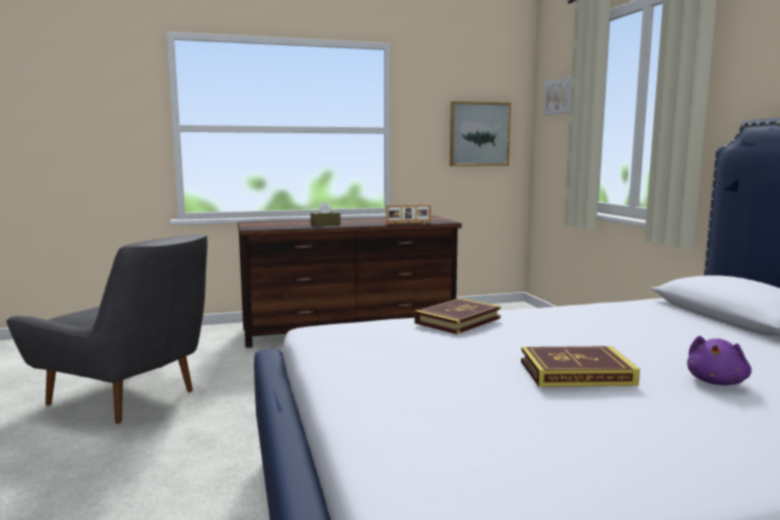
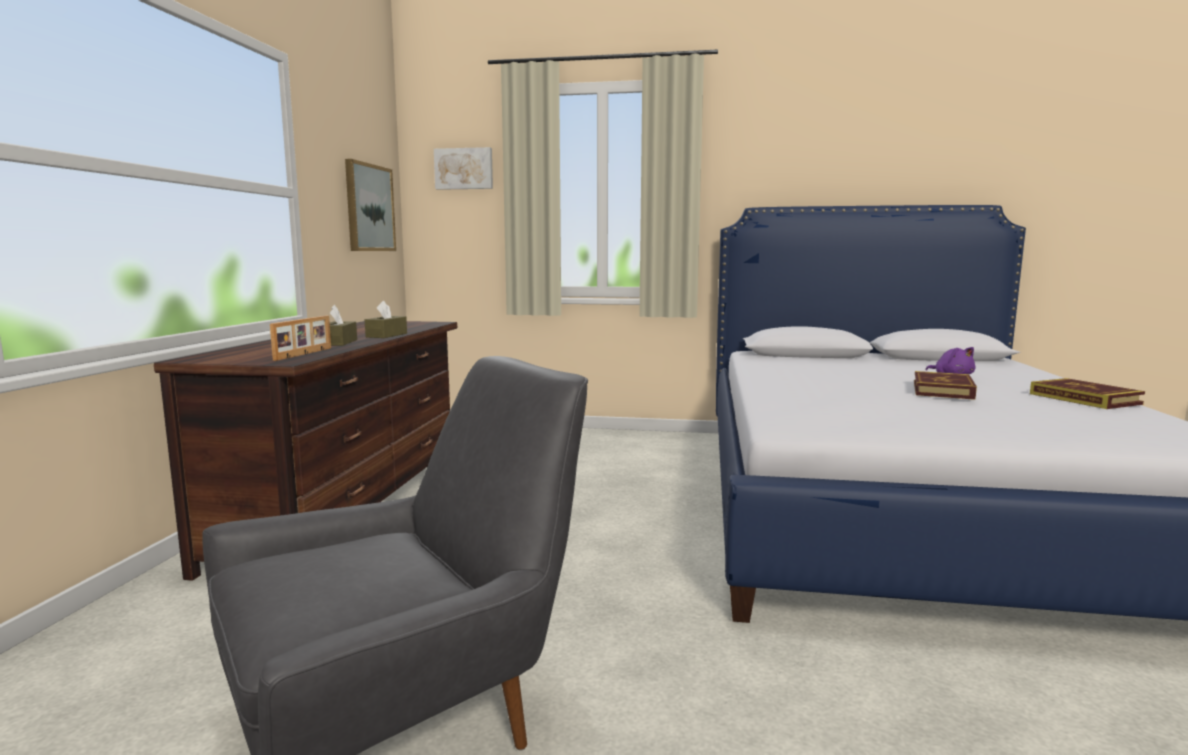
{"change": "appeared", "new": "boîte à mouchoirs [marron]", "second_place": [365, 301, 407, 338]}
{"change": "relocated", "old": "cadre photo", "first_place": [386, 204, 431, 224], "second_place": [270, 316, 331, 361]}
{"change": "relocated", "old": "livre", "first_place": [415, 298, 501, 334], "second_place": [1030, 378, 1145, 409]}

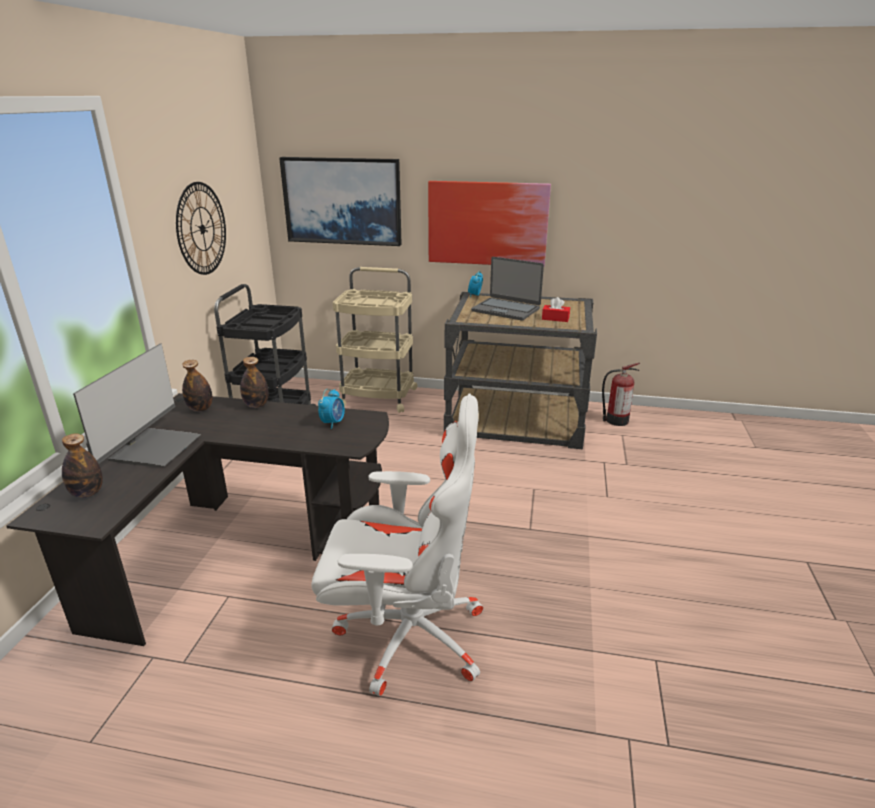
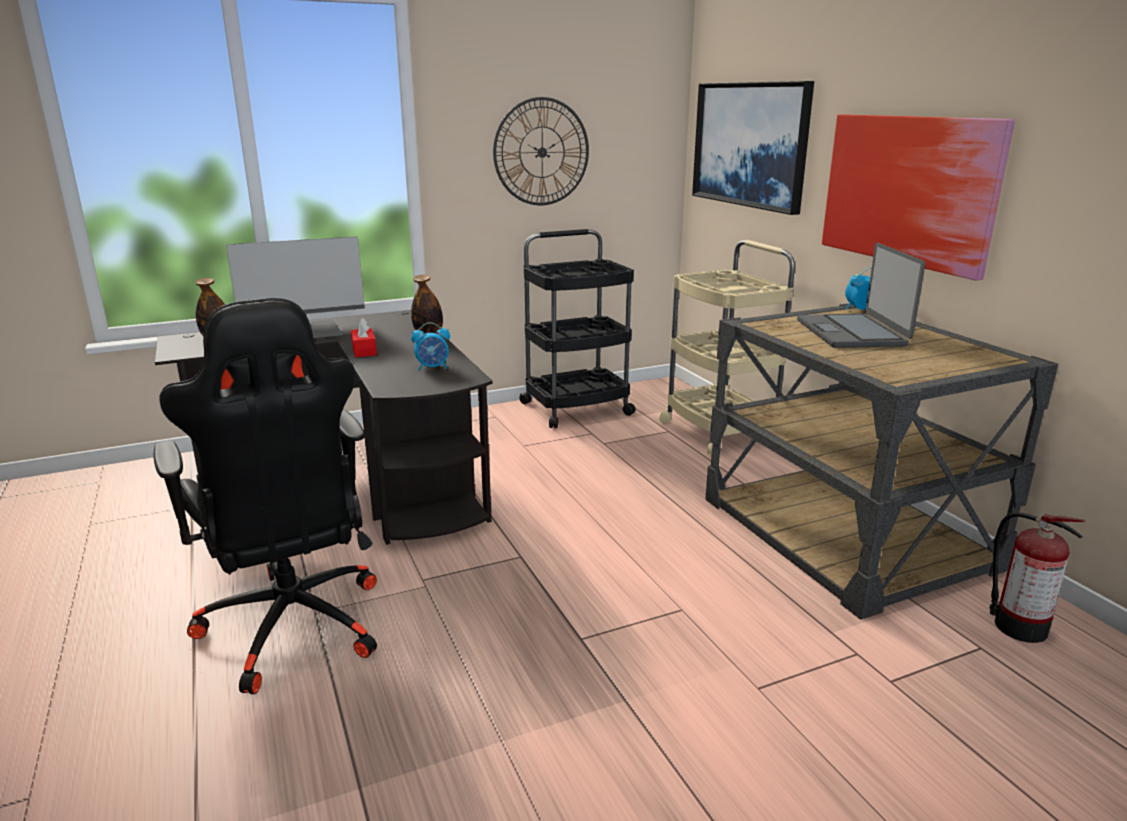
{"change": "missing", "old": "bouteille", "first_place": [182, 360, 212, 412]}
{"change": "relocated", "old": "boîte à mouchoirs [rouge]", "first_place": [542, 297, 570, 322], "second_place": [351, 318, 377, 357]}
{"change": "colour", "old": "chaise de bureau [blanc]", "new": "chaise de bureau [noir]", "first_place": [312, 393, 483, 696], "second_place": [154, 298, 377, 694]}

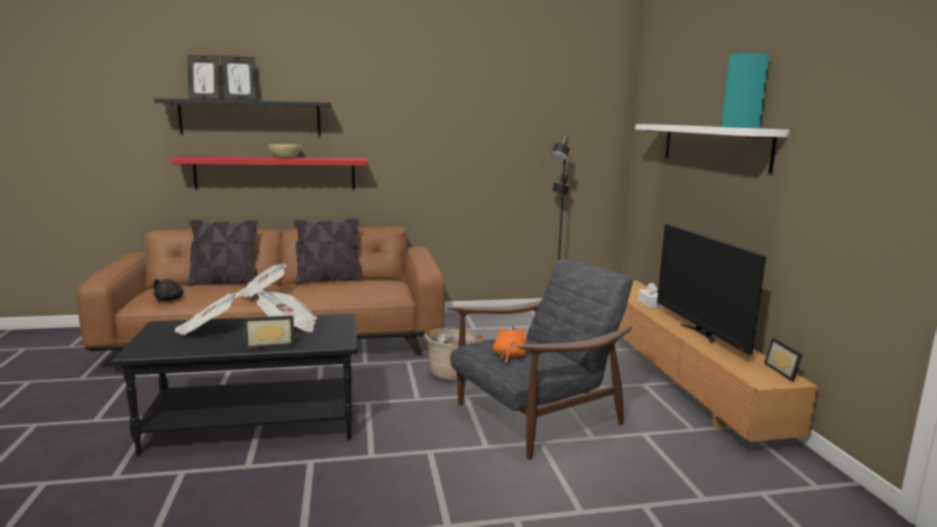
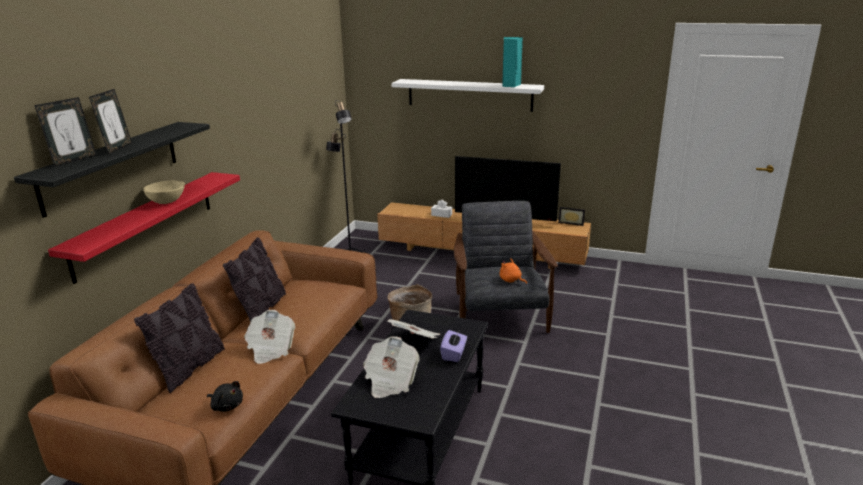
{"change": "exchanged", "old": "cadre photo", "new": "boîte à mouchoirs [violet]", "first_place": [243, 315, 295, 349], "second_place": [440, 330, 467, 362]}

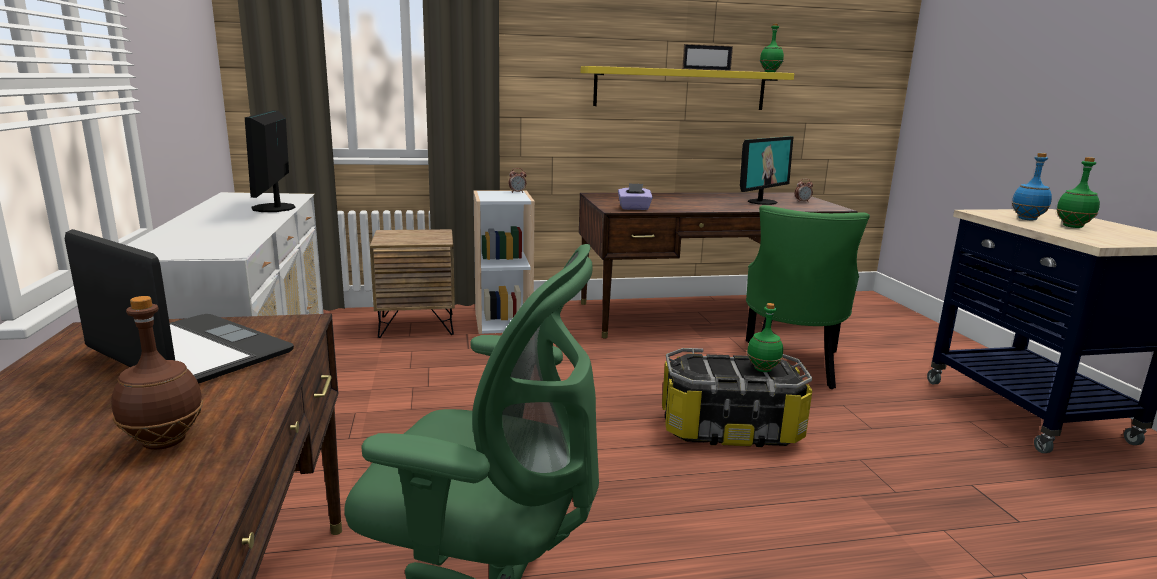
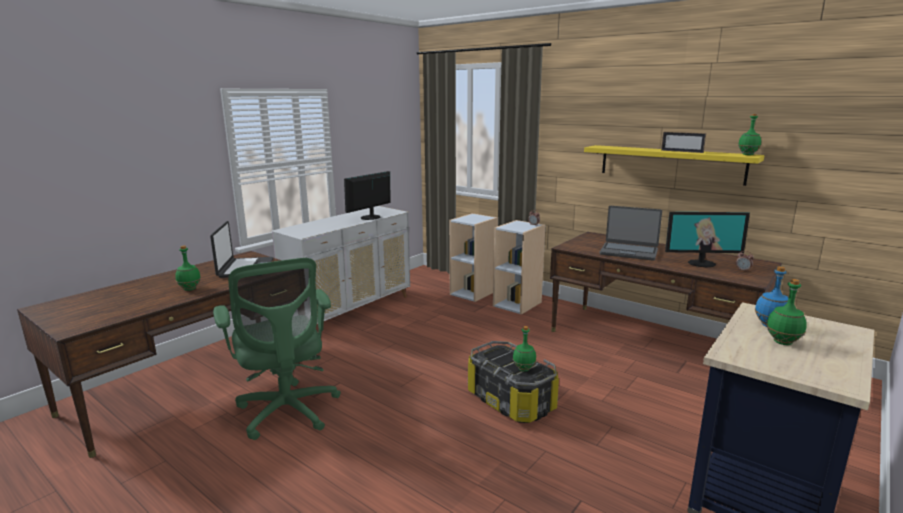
{"change": "missing", "old": "boîte à mouchoirs [violet]", "first_place": [618, 183, 653, 210]}
{"change": "missing", "old": "chaise [vert]", "first_place": [746, 205, 870, 389]}
{"change": "appeared", "new": "ordinateur portable", "second_place": [600, 206, 662, 261]}
{"change": "exchanged", "old": "table de chevet [marron]", "new": "bibliothèque", "first_place": [370, 229, 455, 338], "second_place": [449, 213, 498, 302]}
{"change": "colour", "old": "bouteille [marron]", "new": "bouteille [vert]", "first_place": [111, 296, 203, 450], "second_place": [175, 245, 201, 291]}

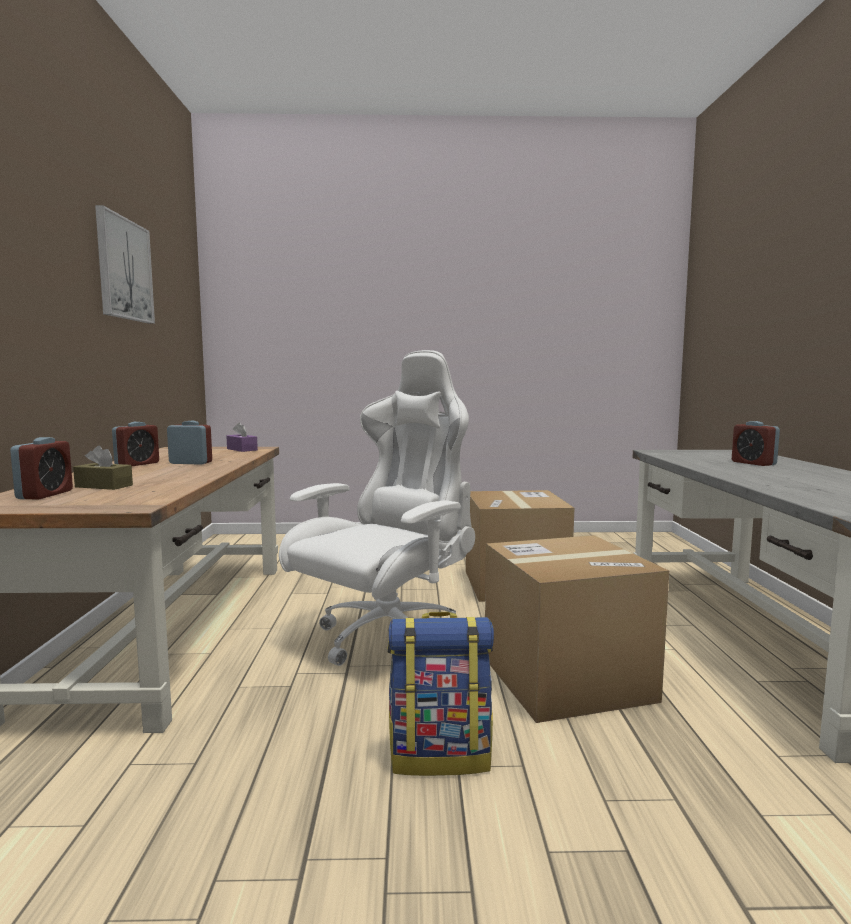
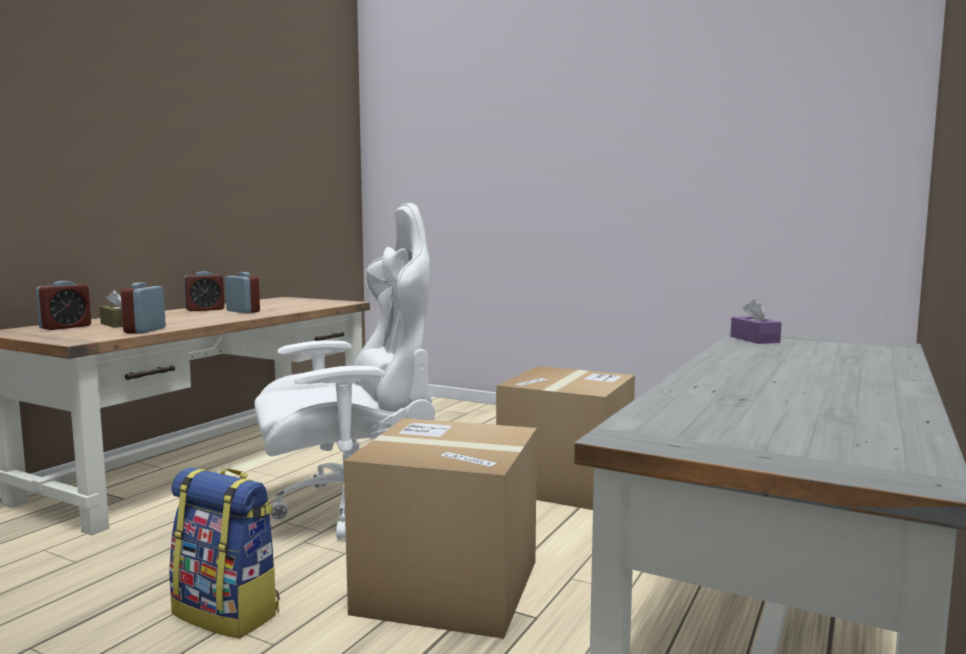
{"change": "missing", "old": "tableau", "first_place": [95, 205, 155, 324]}
{"change": "relocated", "old": "boîte à mouchoirs [violet]", "first_place": [227, 423, 258, 452], "second_place": [731, 300, 782, 344]}
{"change": "relocated", "old": "réveil", "first_place": [732, 421, 780, 466], "second_place": [121, 282, 166, 334]}

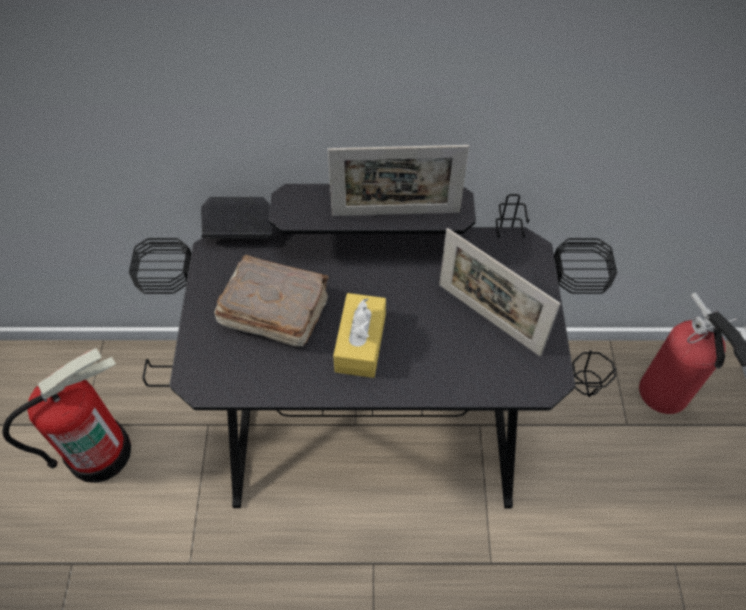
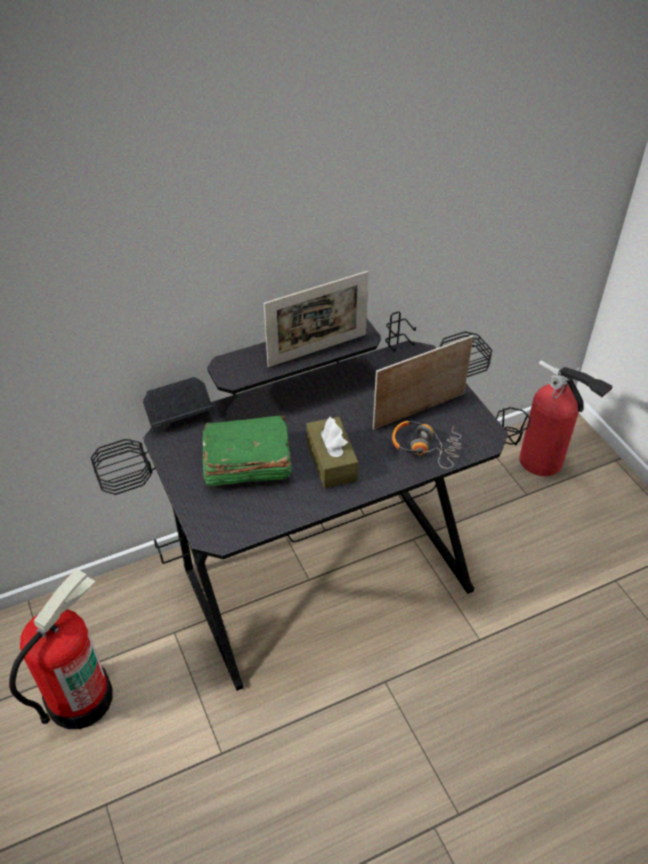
{"change": "appeared", "new": "casque audio", "second_place": [392, 421, 461, 469]}
{"change": "colour", "old": "livre [marron]", "new": "livre [vert]", "first_place": [214, 255, 329, 347], "second_place": [202, 416, 292, 486]}
{"change": "colour", "old": "boîte à mouchoirs [jaune]", "new": "boîte à mouchoirs [marron]", "first_place": [333, 293, 386, 378], "second_place": [306, 417, 359, 488]}
{"change": "spun", "old": "cadre photo", "first_place": [439, 228, 561, 356], "second_place": [373, 335, 473, 429], "degrees": 135}

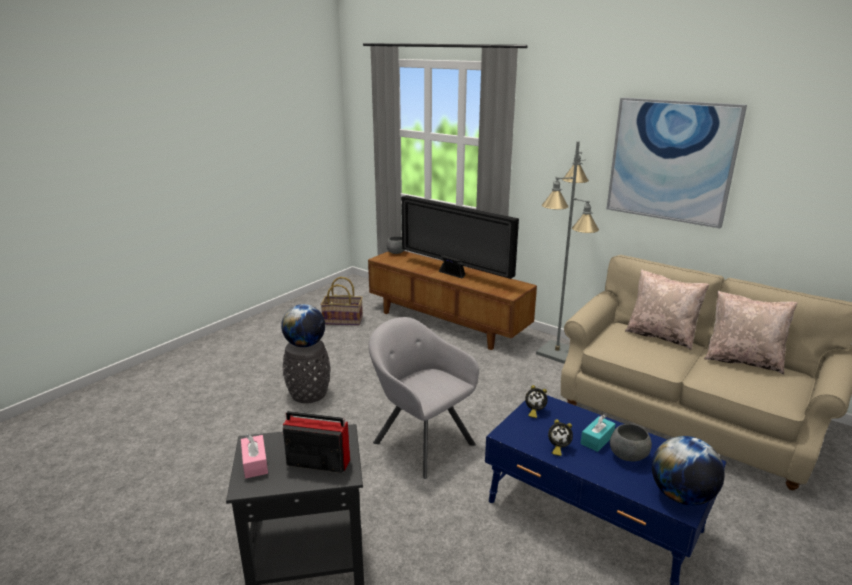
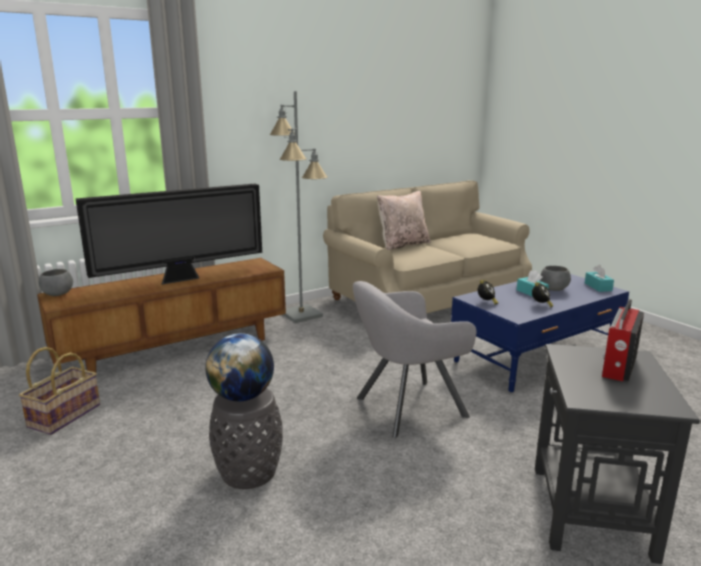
{"change": "missing", "old": "boîte à mouchoirs [rose]", "first_place": [241, 434, 268, 478]}
{"change": "missing", "old": "tableau", "first_place": [607, 97, 747, 229]}
{"change": "missing", "old": "coussin [beige]", "first_place": [704, 291, 797, 374]}
{"change": "exchanged", "old": "globe", "new": "boîte à mouchoirs [turquoise]", "first_place": [652, 436, 725, 505], "second_place": [585, 265, 614, 292]}

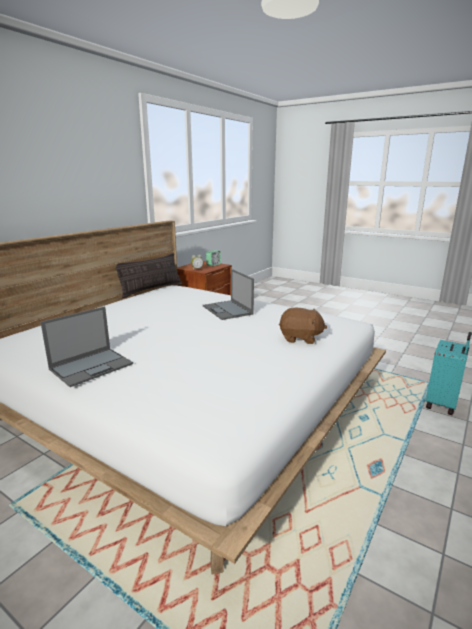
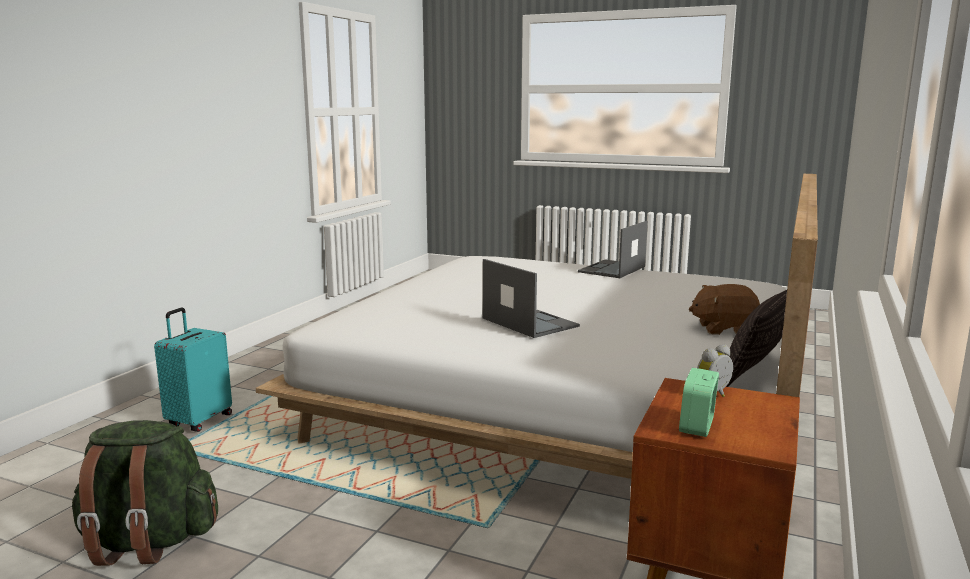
{"change": "appeared", "new": "sac à dos [vert]", "second_place": [72, 420, 218, 566]}
{"change": "relocated", "old": "peluche [marron]", "first_place": [279, 308, 327, 344], "second_place": [689, 284, 760, 335]}

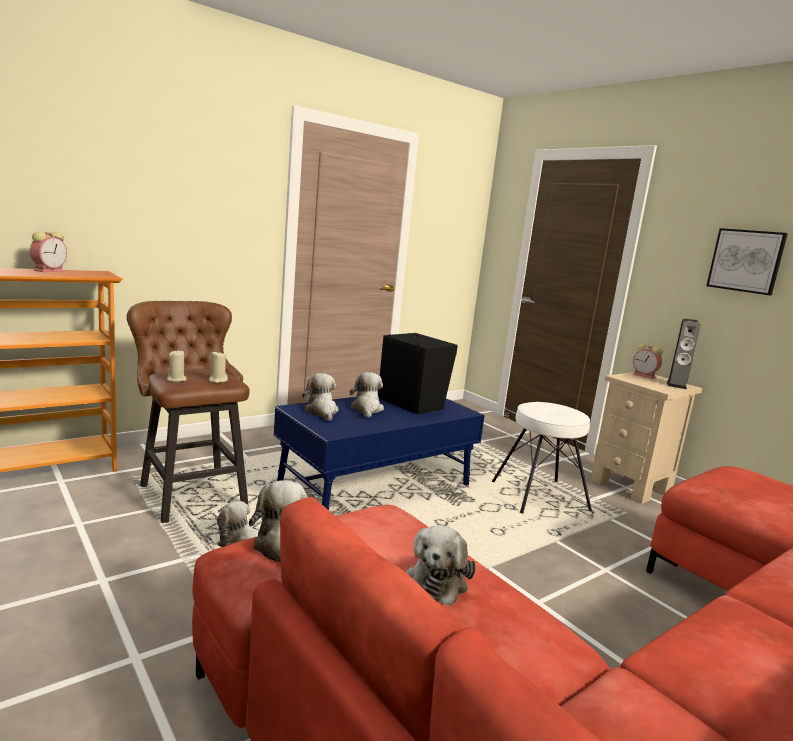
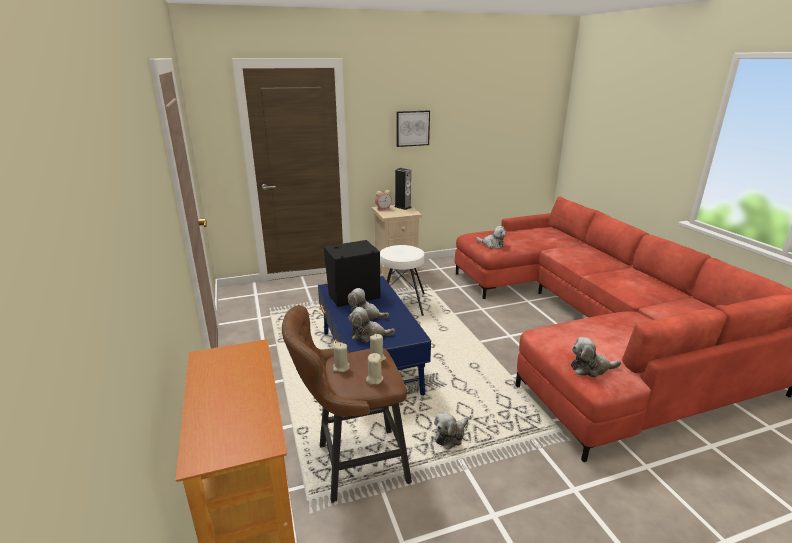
{"change": "missing", "old": "réveil", "first_place": [30, 231, 67, 272]}
{"change": "appeared", "new": "bougie [beige]", "second_place": [333, 342, 350, 372]}
{"change": "relocated", "old": "peluche", "first_place": [406, 525, 476, 605], "second_place": [476, 226, 507, 248]}

